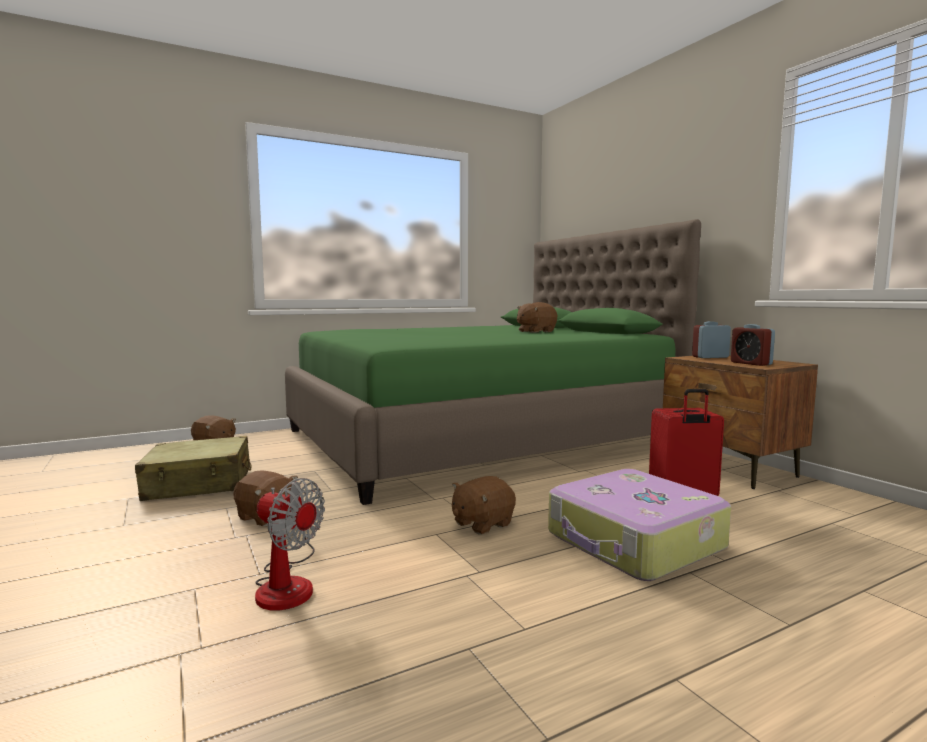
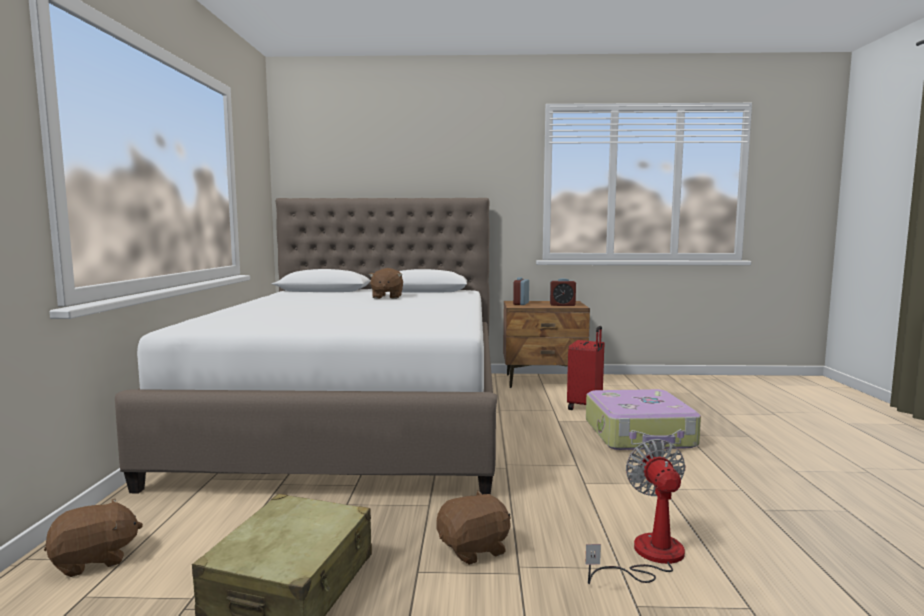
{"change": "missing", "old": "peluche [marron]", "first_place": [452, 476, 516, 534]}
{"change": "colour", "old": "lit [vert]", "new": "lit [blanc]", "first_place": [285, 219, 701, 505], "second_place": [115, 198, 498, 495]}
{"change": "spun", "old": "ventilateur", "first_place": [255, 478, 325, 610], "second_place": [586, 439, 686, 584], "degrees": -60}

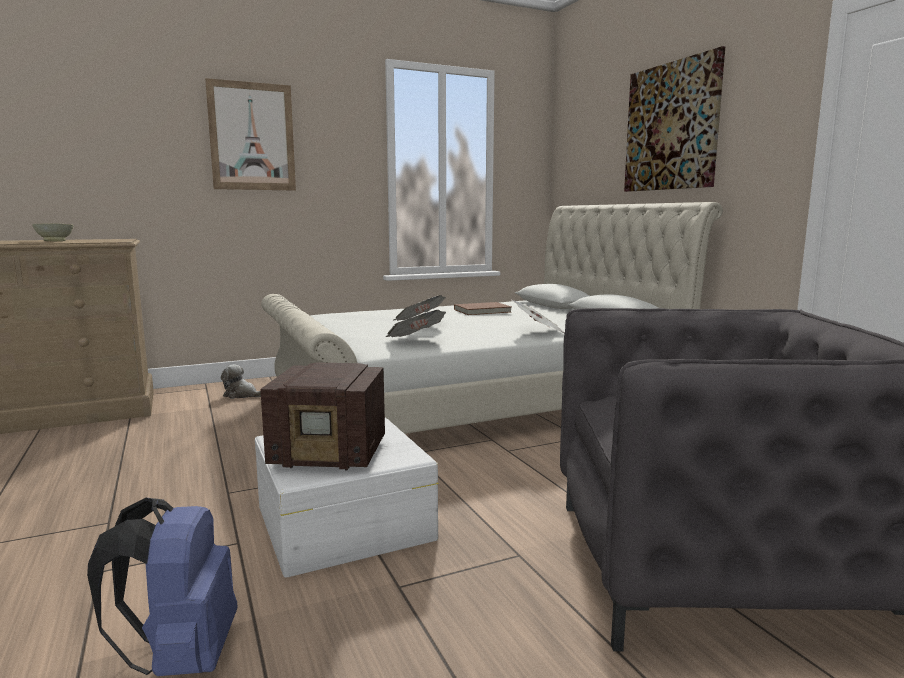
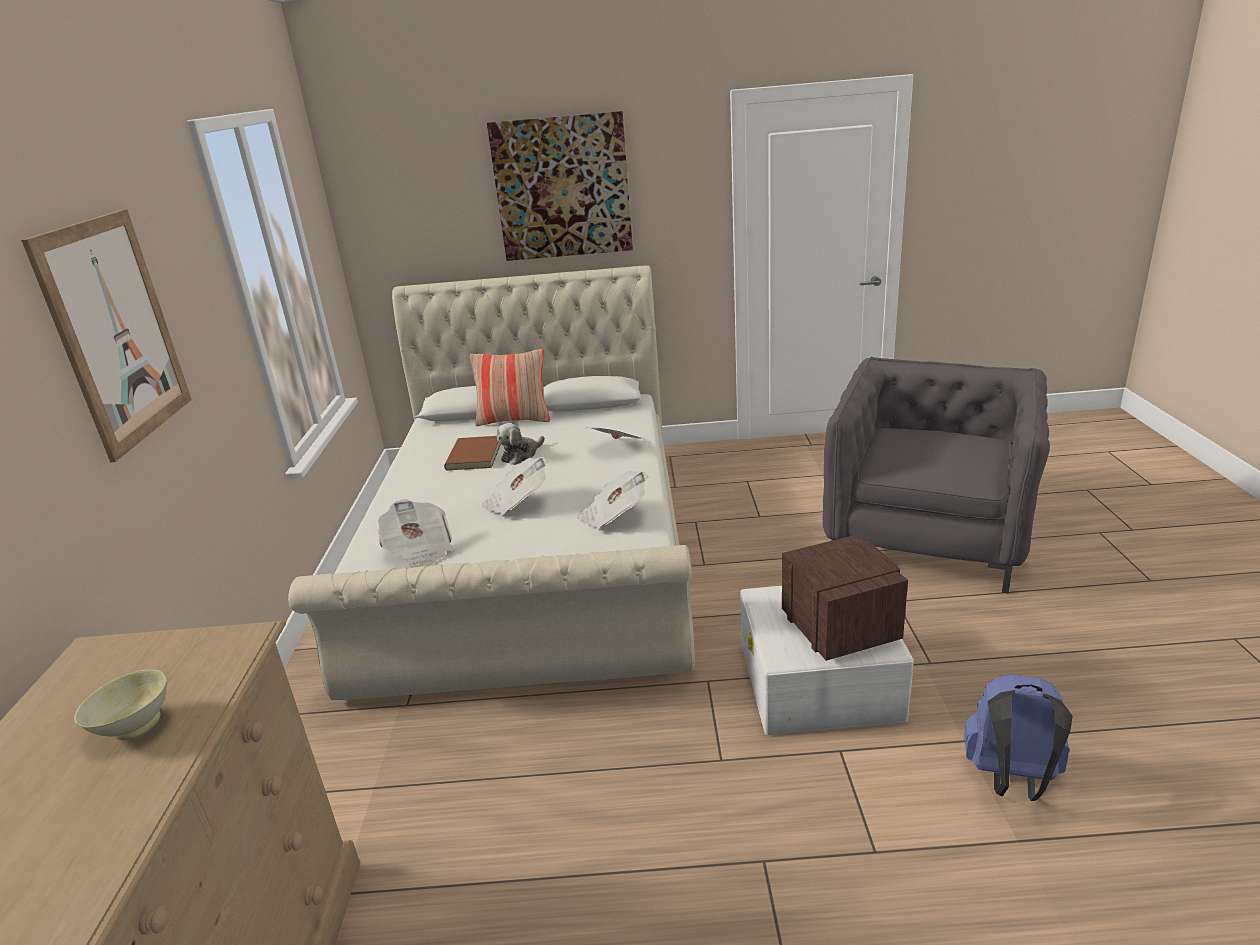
{"change": "appeared", "new": "journal", "second_place": [378, 499, 454, 568]}
{"change": "appeared", "new": "coussin", "second_place": [470, 349, 550, 426]}
{"change": "relocated", "old": "peluche", "first_place": [221, 364, 261, 399], "second_place": [497, 423, 545, 465]}
{"change": "spun", "old": "radio", "first_place": [260, 363, 385, 470], "second_place": [782, 535, 908, 661], "degrees": -45}

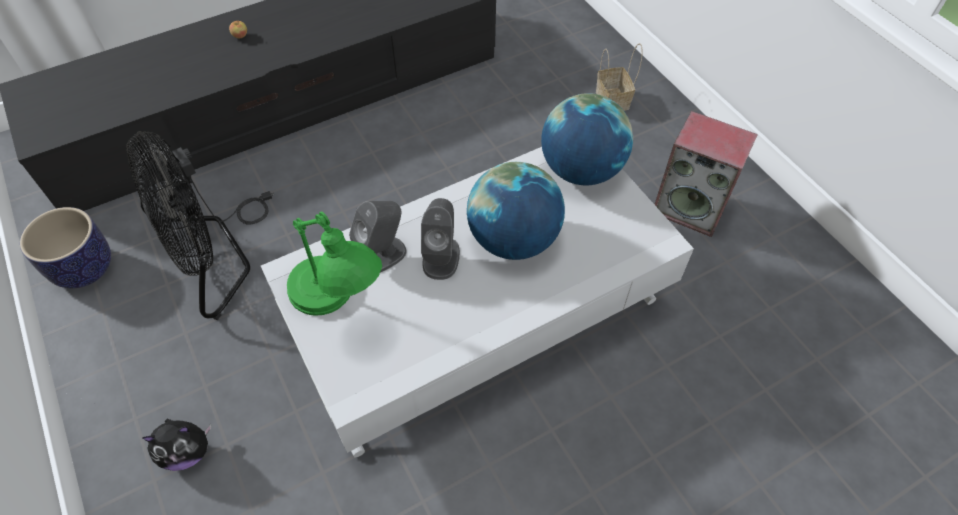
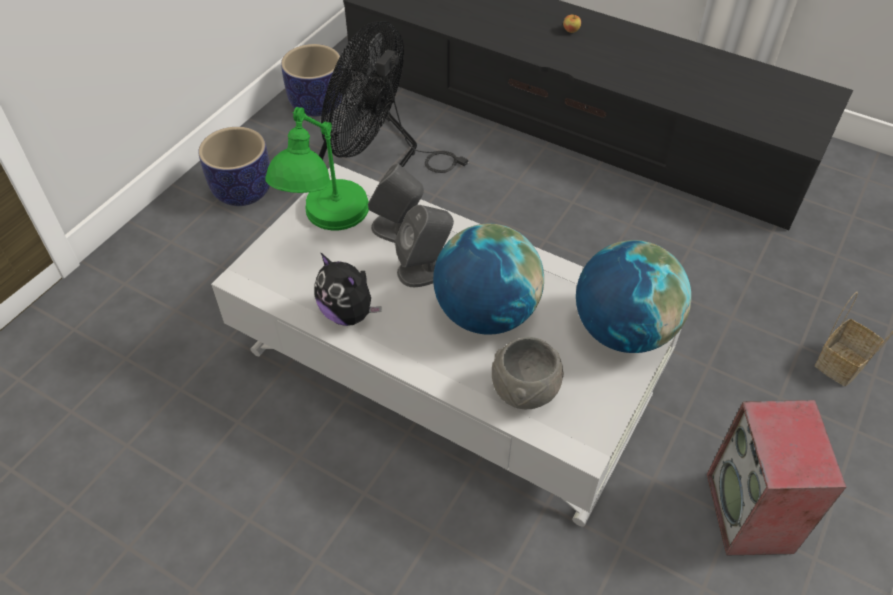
{"change": "appeared", "new": "cache-pot", "second_place": [198, 127, 270, 206]}
{"change": "appeared", "new": "bol [gris]", "second_place": [492, 337, 564, 409]}
{"change": "relocated", "old": "peluche", "first_place": [142, 418, 212, 471], "second_place": [314, 253, 382, 326]}

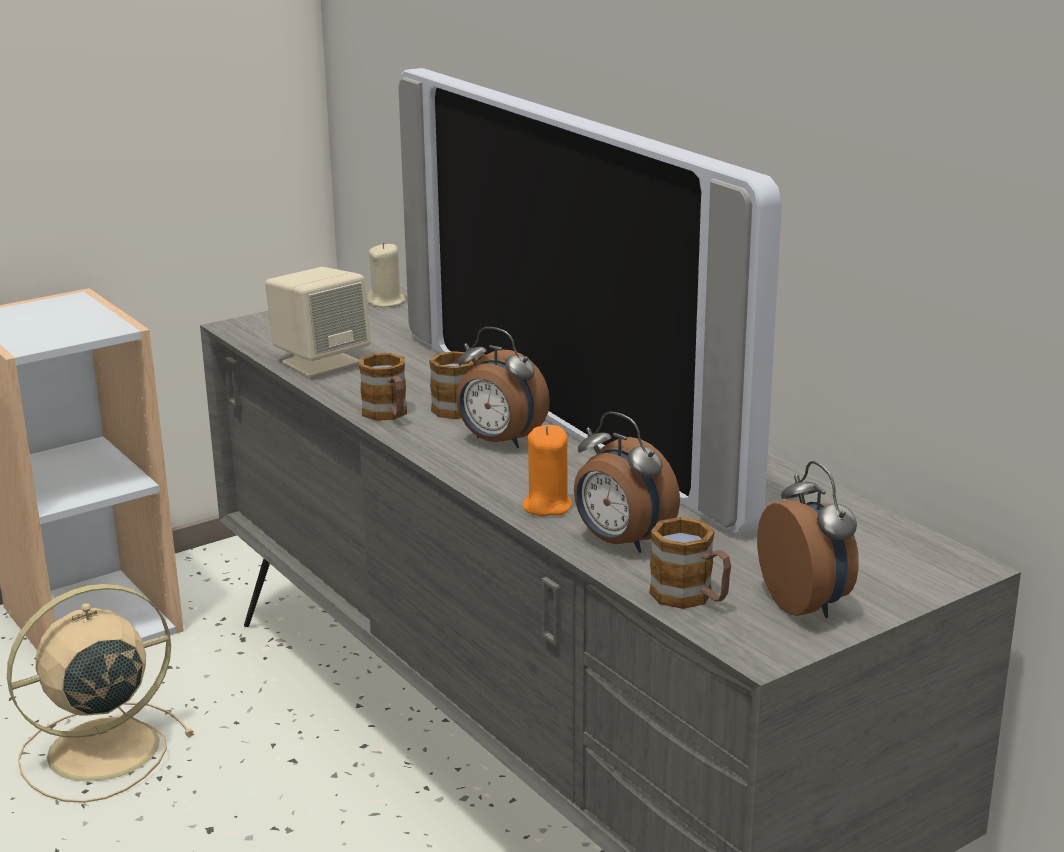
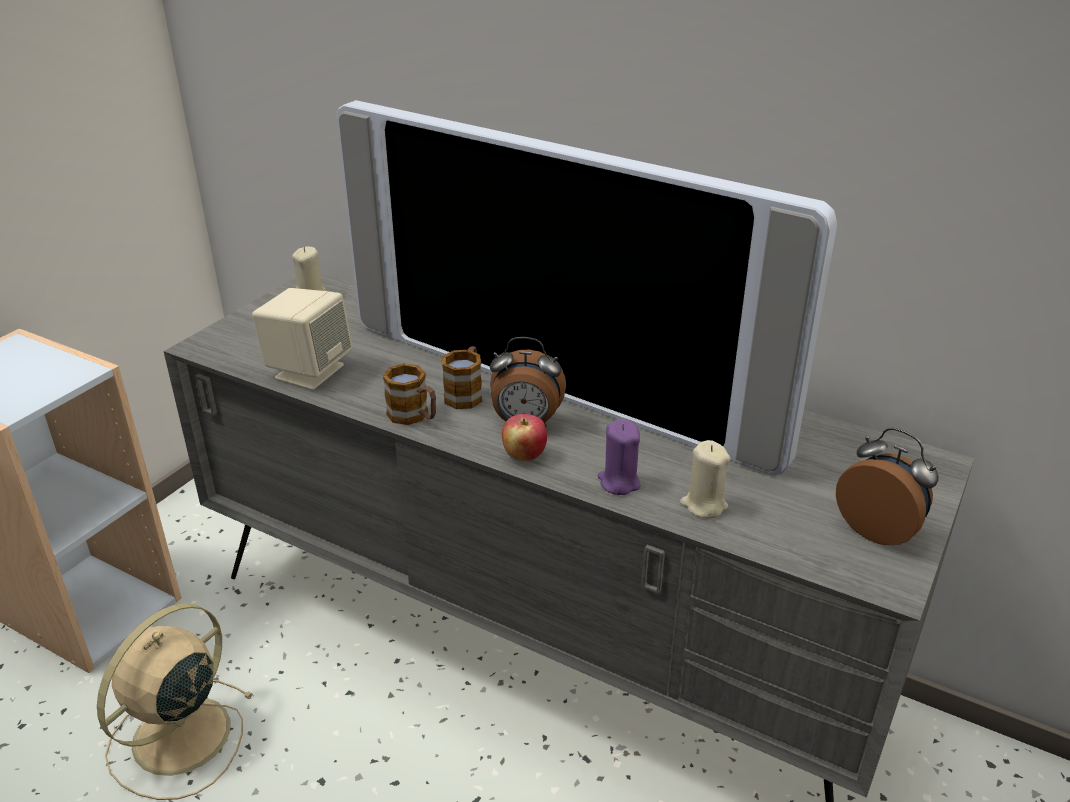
{"change": "missing", "old": "mug", "first_place": [649, 517, 731, 609]}
{"change": "appeared", "new": "pomme", "second_place": [502, 414, 547, 461]}
{"change": "exchanged", "old": "réveil", "new": "bougie [beige]", "first_place": [574, 411, 680, 553], "second_place": [680, 440, 731, 518]}
{"change": "colour", "old": "bougie [orange]", "new": "bougie [violet]", "first_place": [522, 425, 572, 516], "second_place": [598, 419, 641, 495]}

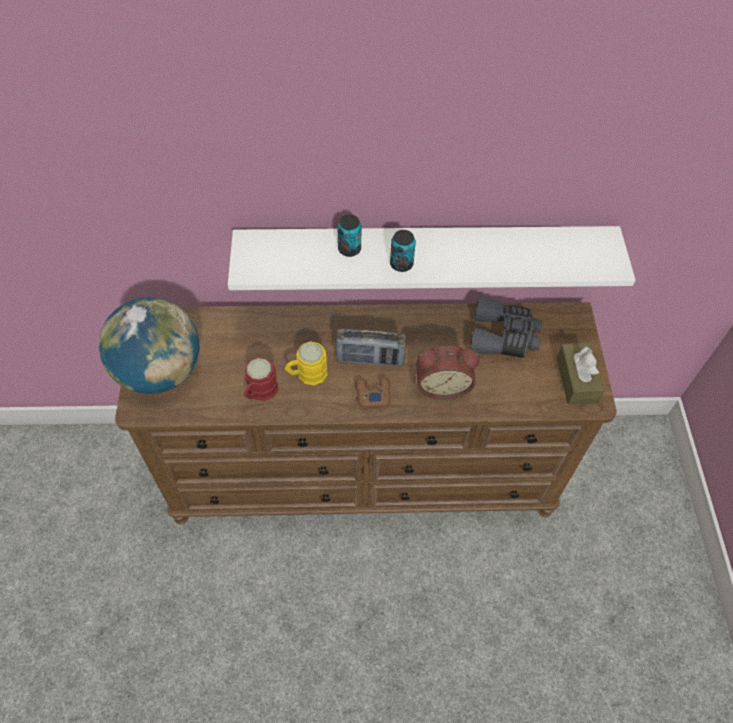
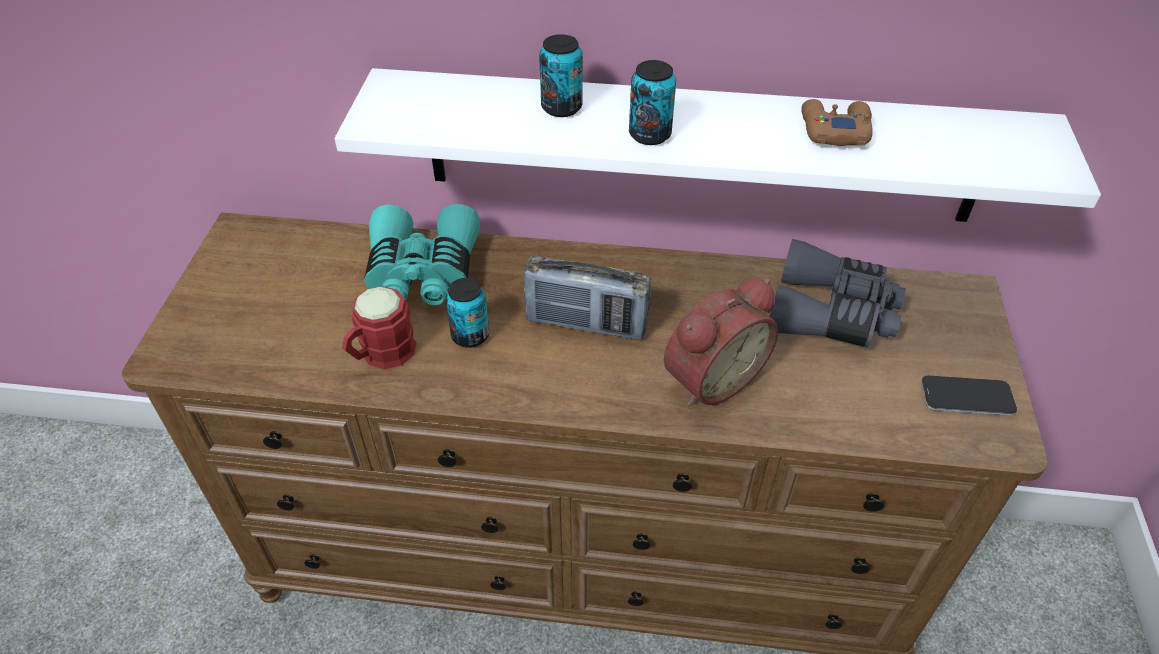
{"change": "missing", "old": "globe", "first_place": [98, 297, 199, 394]}
{"change": "appeared", "new": "jumelles [turquoise]", "second_place": [364, 204, 480, 306]}
{"change": "relocated", "old": "manette [marron]", "first_place": [356, 377, 390, 409], "second_place": [801, 99, 873, 146]}
{"change": "exchanged", "old": "mug [jaune]", "new": "boîte métallique", "first_place": [285, 342, 328, 385], "second_place": [445, 278, 489, 348]}
{"change": "exchanged", "old": "boîte à mouchoirs [marron]", "new": "téléphone", "first_place": [556, 343, 604, 405], "second_place": [921, 376, 1017, 416]}
{"change": "spun", "old": "réveil", "first_place": [416, 346, 480, 399], "second_place": [664, 279, 778, 406], "degrees": -45}

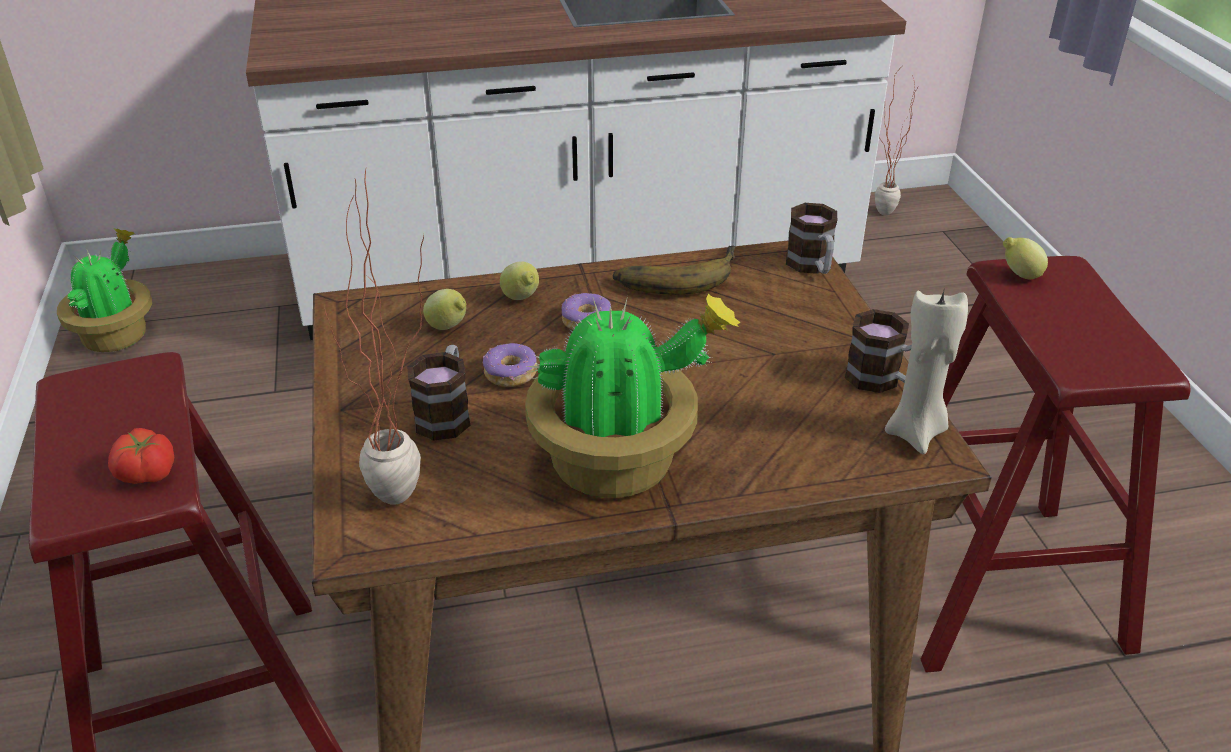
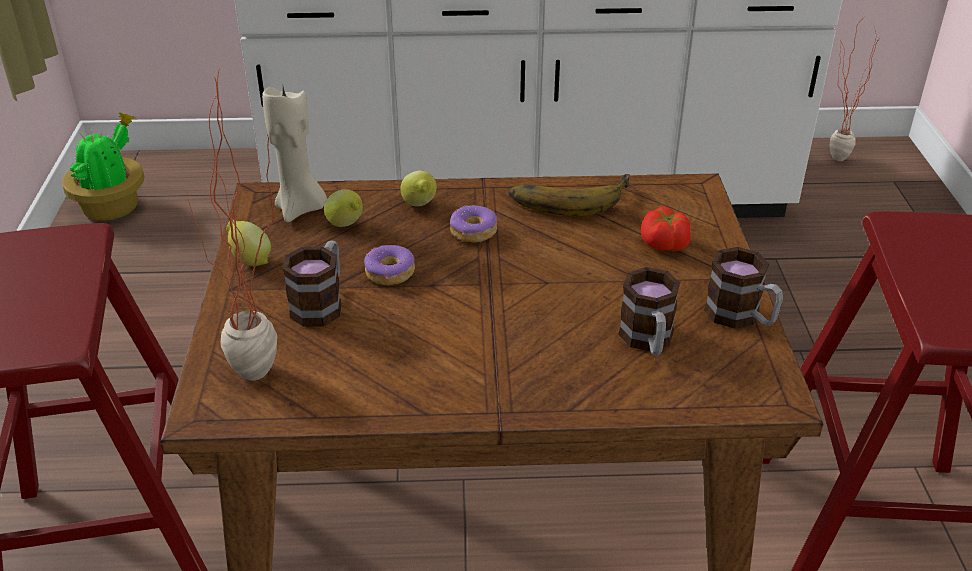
{"change": "missing", "old": "plante en pot", "first_place": [525, 294, 741, 498]}
{"change": "relocated", "old": "tomate", "first_place": [108, 428, 174, 484], "second_place": [641, 207, 691, 251]}
{"change": "relocated", "old": "mug", "first_place": [786, 203, 837, 274], "second_place": [618, 267, 680, 356]}
{"change": "relocated", "old": "bougie [beige]", "first_place": [885, 287, 968, 454], "second_place": [262, 87, 327, 222]}
{"change": "relocated", "old": "citron", "first_place": [1003, 237, 1048, 280], "second_place": [226, 220, 271, 266]}

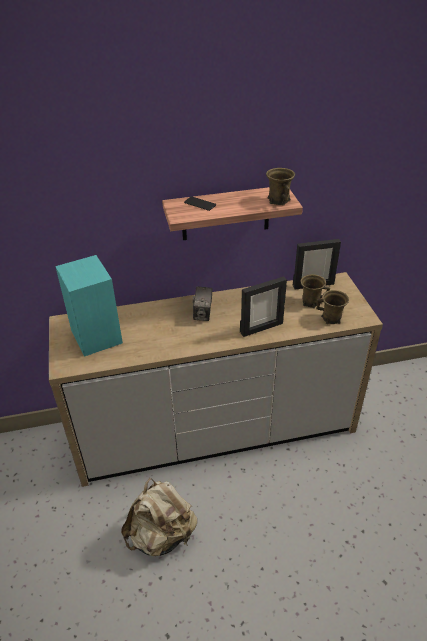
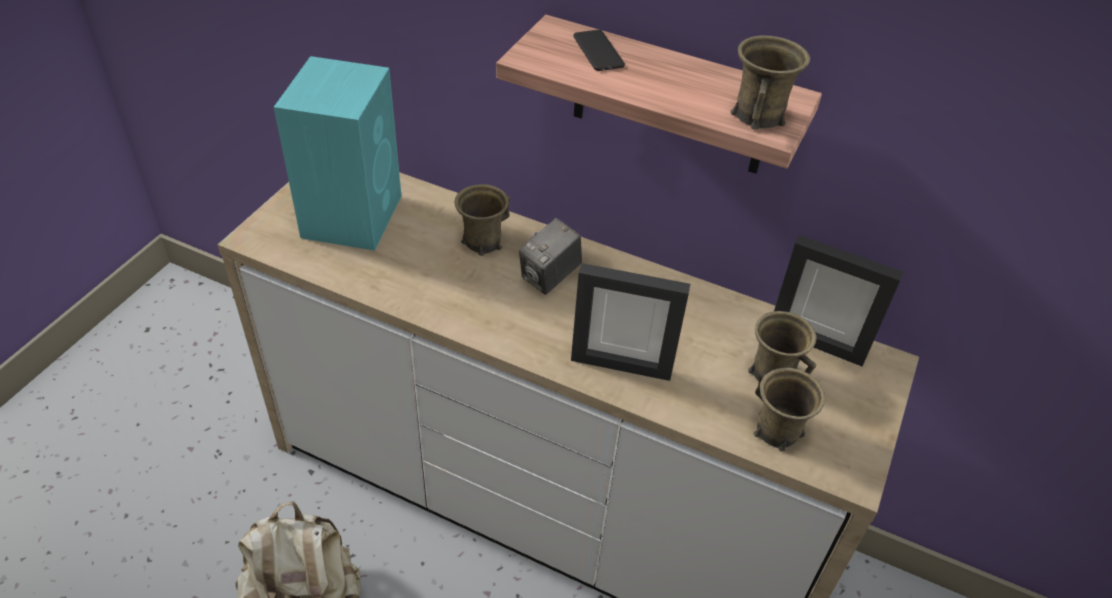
{"change": "appeared", "new": "mug [marron]", "second_place": [455, 184, 510, 256]}

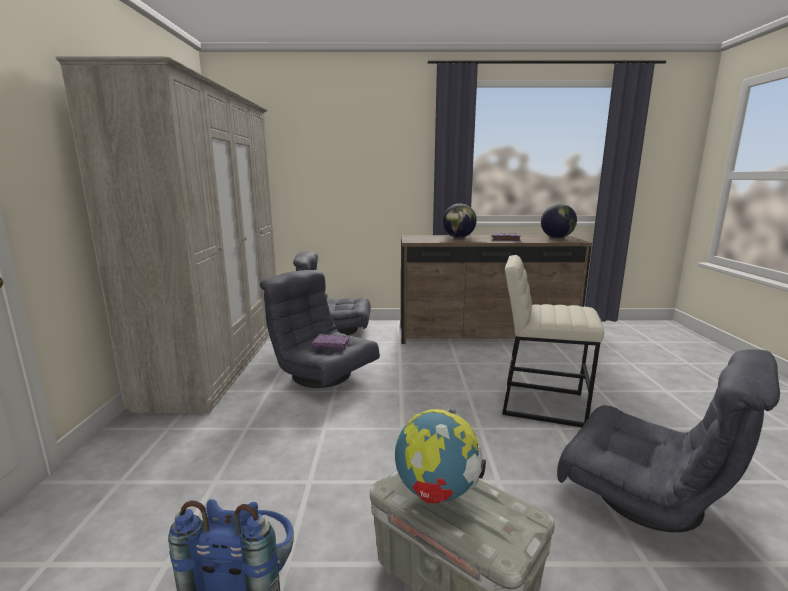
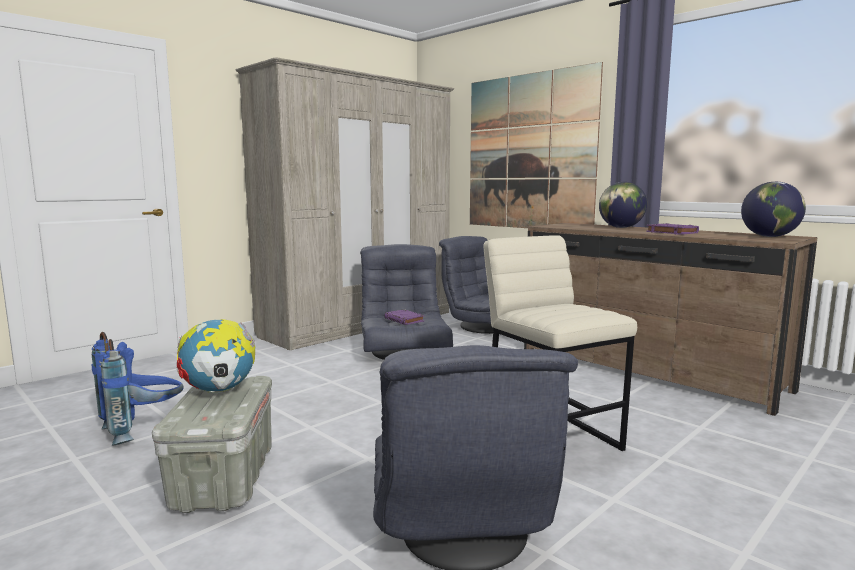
{"change": "appeared", "new": "tableau", "second_place": [470, 62, 603, 228]}

